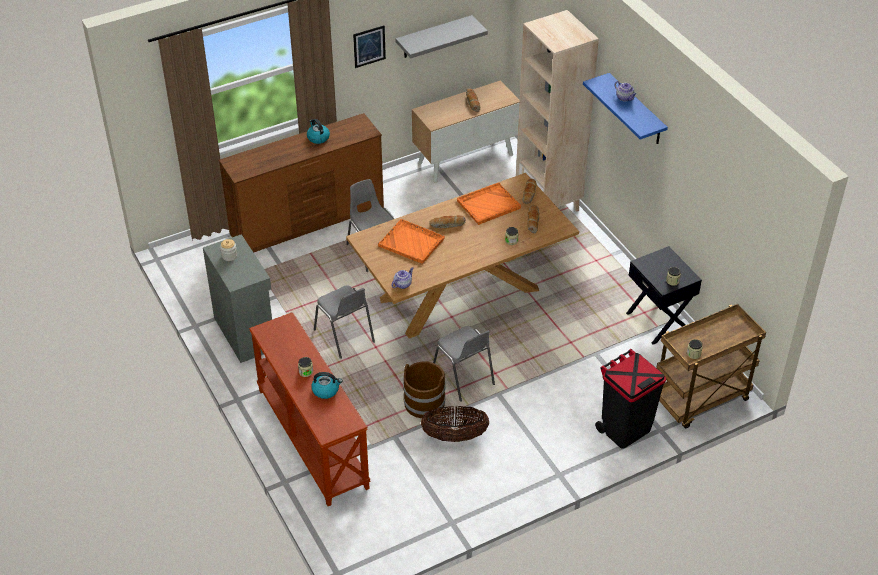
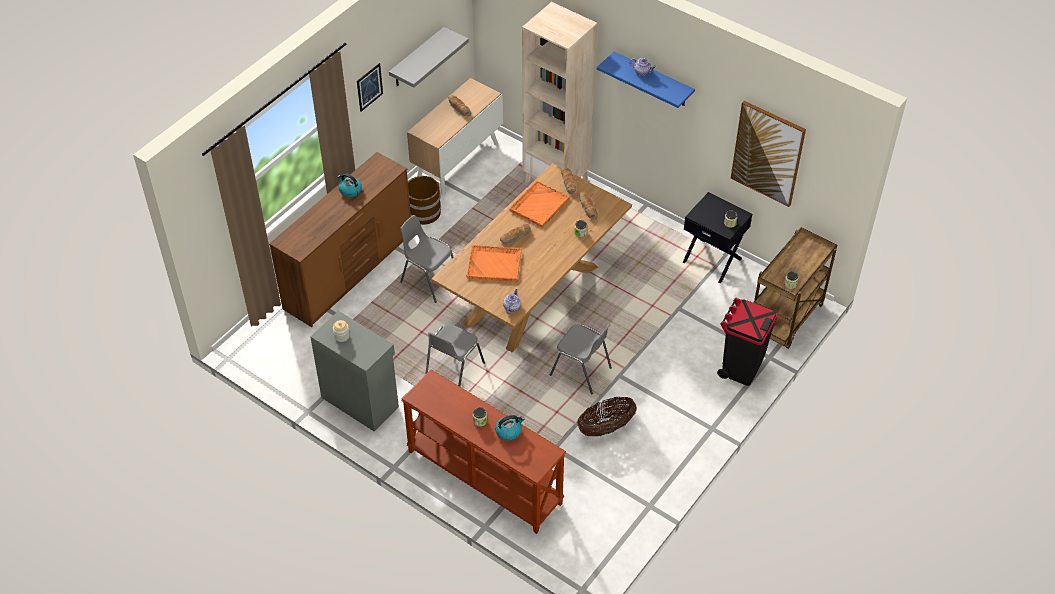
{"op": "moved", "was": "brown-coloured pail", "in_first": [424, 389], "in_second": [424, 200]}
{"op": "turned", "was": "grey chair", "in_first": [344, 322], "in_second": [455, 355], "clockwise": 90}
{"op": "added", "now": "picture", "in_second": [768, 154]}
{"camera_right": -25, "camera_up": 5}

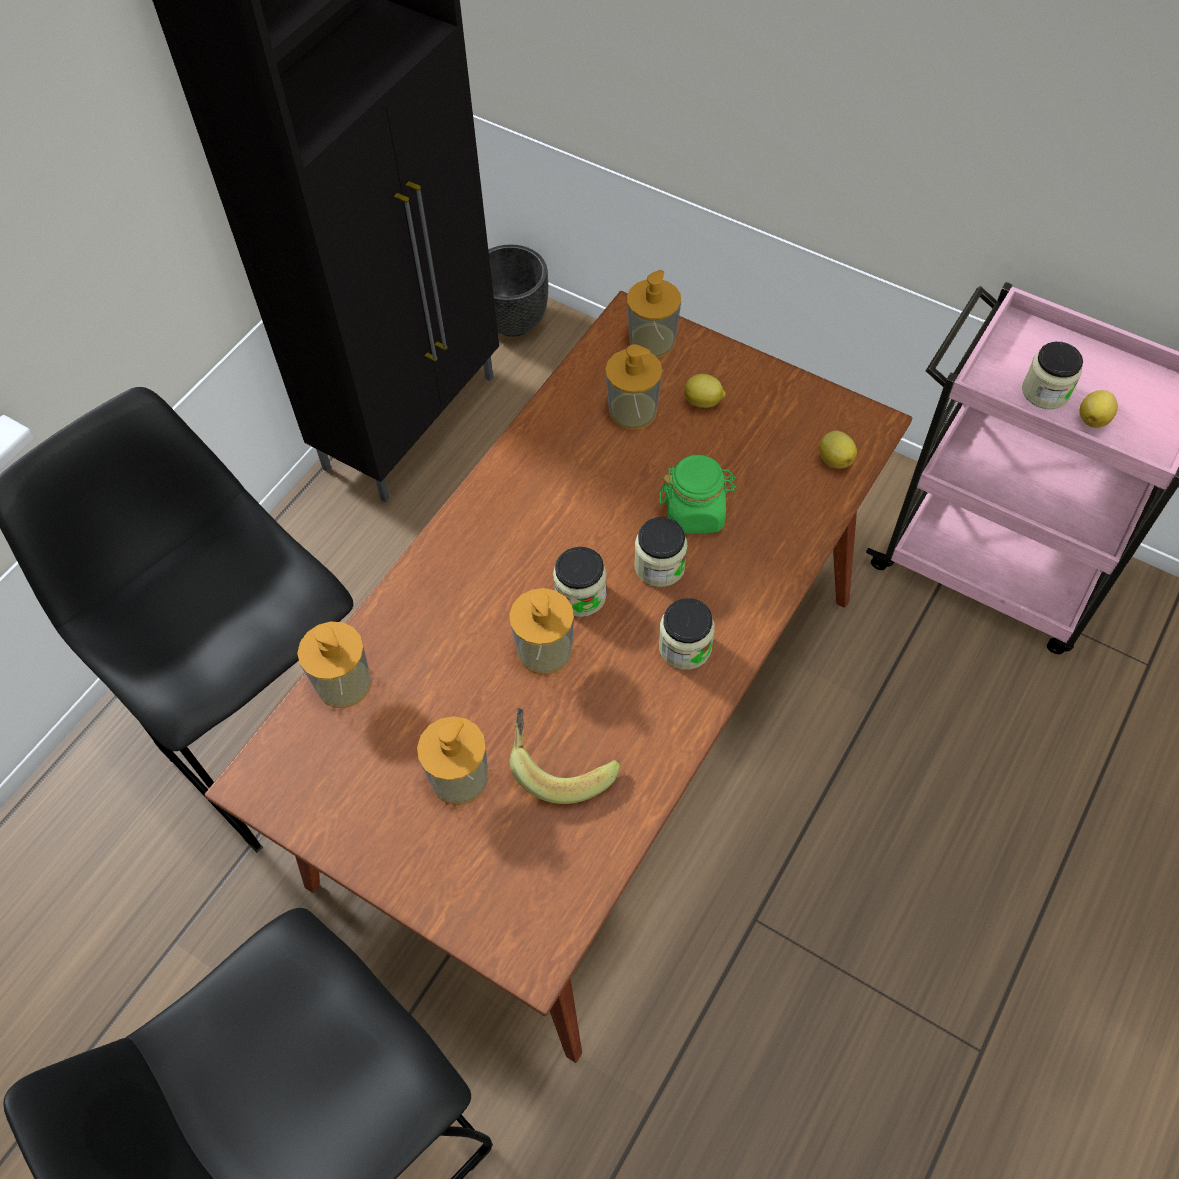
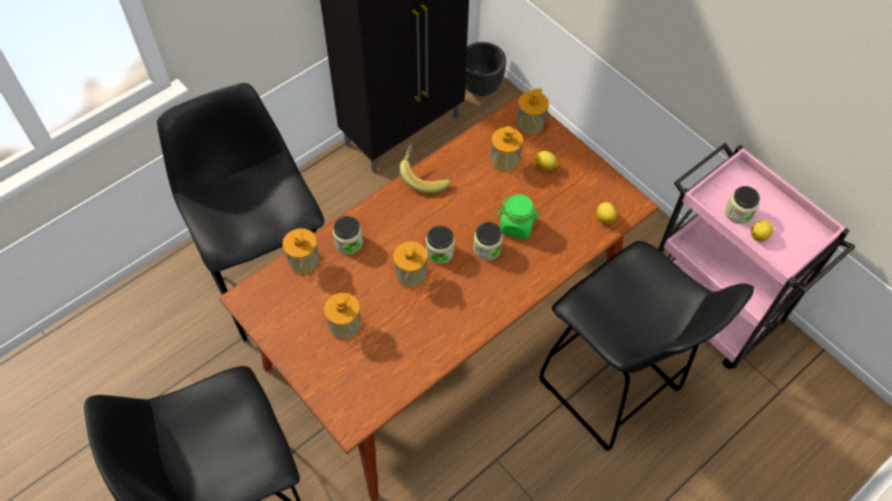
{"op": "moved", "was": "jar", "in_first": [687, 634], "in_second": [348, 235]}
{"op": "moved", "was": "banana fruit", "in_first": [565, 756], "in_second": [425, 168]}
{"op": "added", "now": "black stool", "in_second": [646, 346]}
{"camera_right": 15, "camera_up": 0}

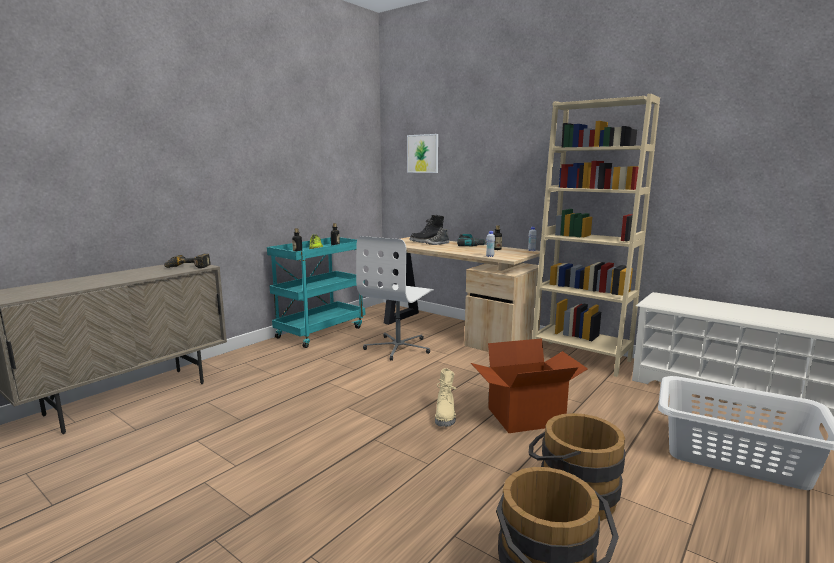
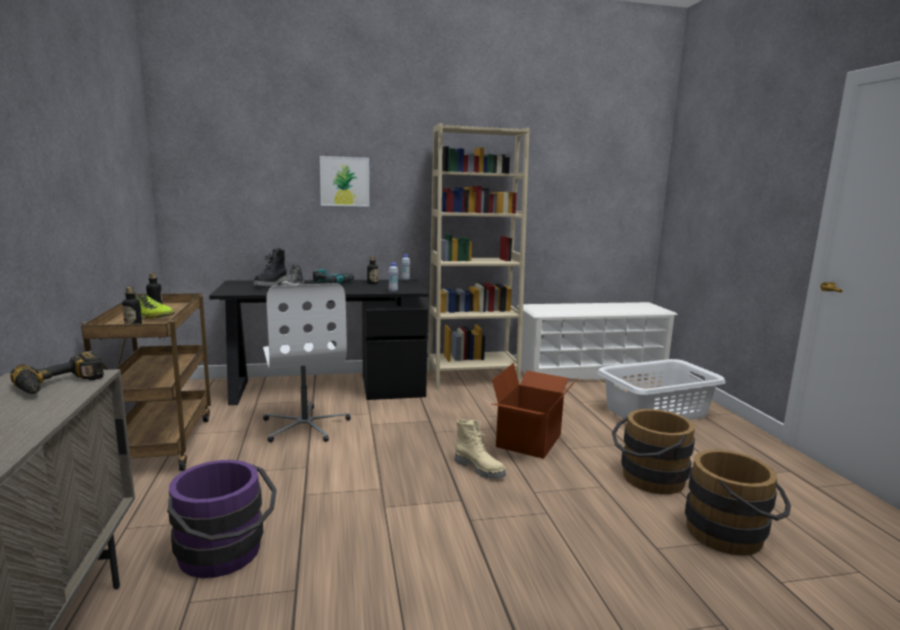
{"op": "recoloured", "was": "turquoise cart", "now": "brown-coloured cart", "in_first": [316, 292], "in_second": [146, 382]}
{"op": "added", "now": "purplish pail", "in_second": [222, 519]}
{"op": "recoloured", "was": "sand-coloured desk unit", "now": "black desk unit", "in_first": [463, 294], "in_second": [319, 342]}
{"op": "moved", "was": "picture", "in_first": [422, 153], "in_second": [344, 181]}
{"camera_right": -50, "camera_up": 0}

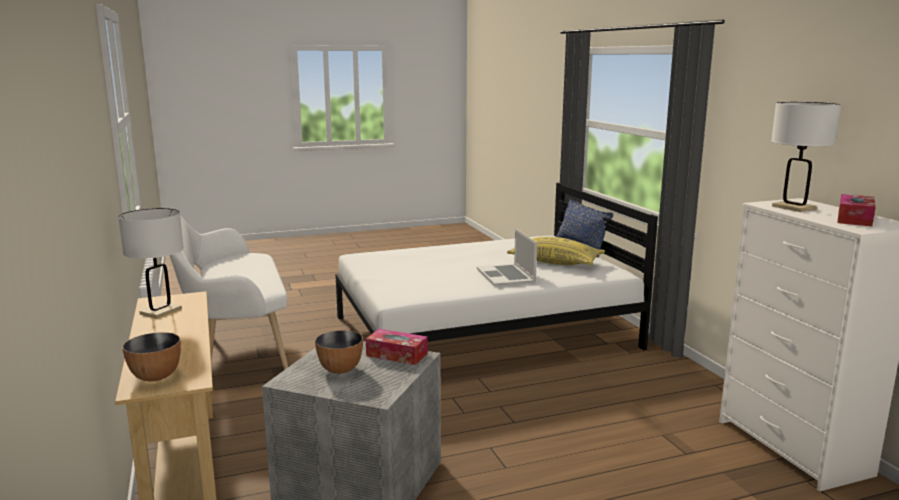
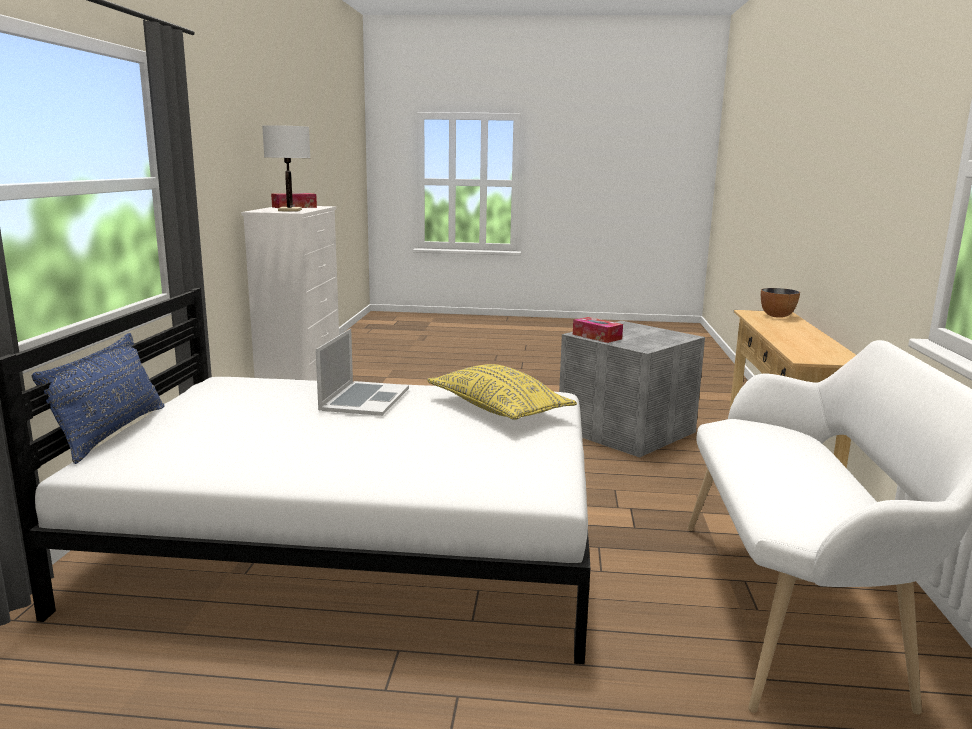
{"op": "moved", "was": "yellow cushion", "in_first": [556, 251], "in_second": [502, 392]}
{"op": "removed", "was": "whitish lamp for a table", "in_first": [151, 263]}
{"op": "removed", "was": "bowl", "in_first": [339, 352]}
{"camera_right": -155, "camera_up": 0}

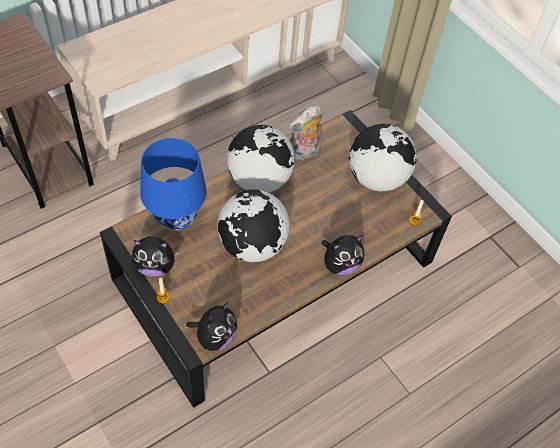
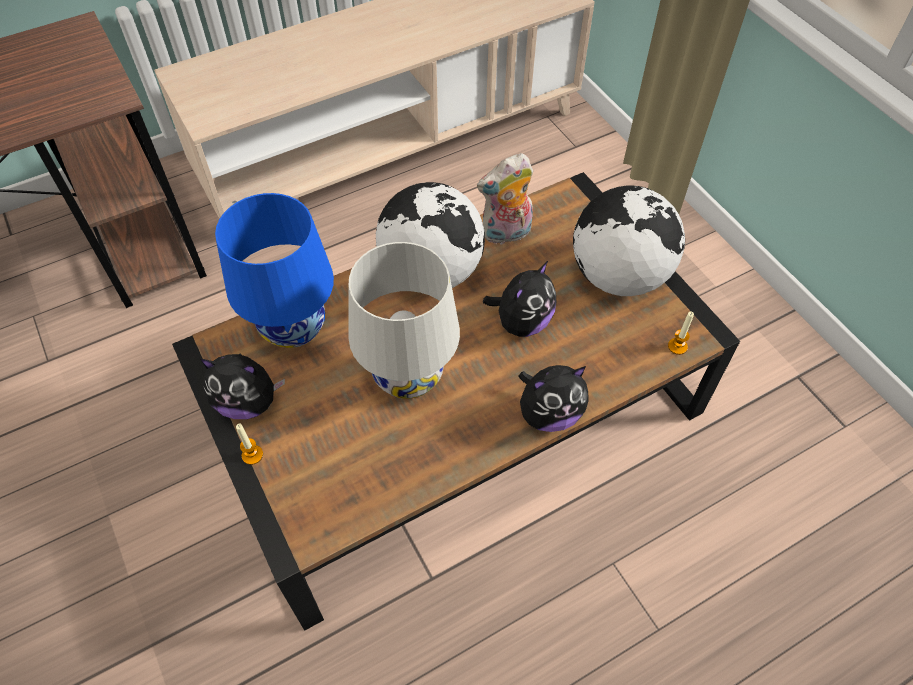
{"op": "replaced", "was": "globe", "now": "whitish lamp for a table", "in_first": [253, 225], "in_second": [404, 320]}
{"op": "moved", "was": "cuddly toy", "in_first": [211, 326], "in_second": [519, 299]}
{"camera_right": 10, "camera_up": 0}

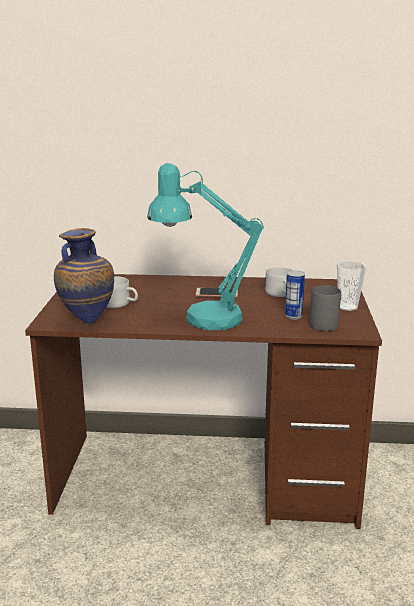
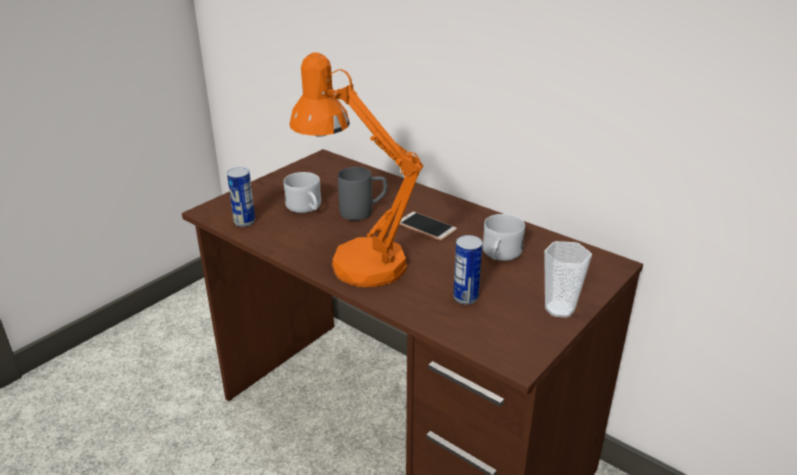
{"op": "replaced", "was": "decorative vase", "now": "metal can", "in_first": [84, 276], "in_second": [241, 197]}
{"op": "recoloured", "was": "turquoise lamp for a table", "now": "orangey lamp for a table", "in_first": [205, 246], "in_second": [356, 169]}
{"op": "moved", "was": "grey tea mug", "in_first": [325, 308], "in_second": [363, 193]}
{"camera_right": 35, "camera_up": 10}

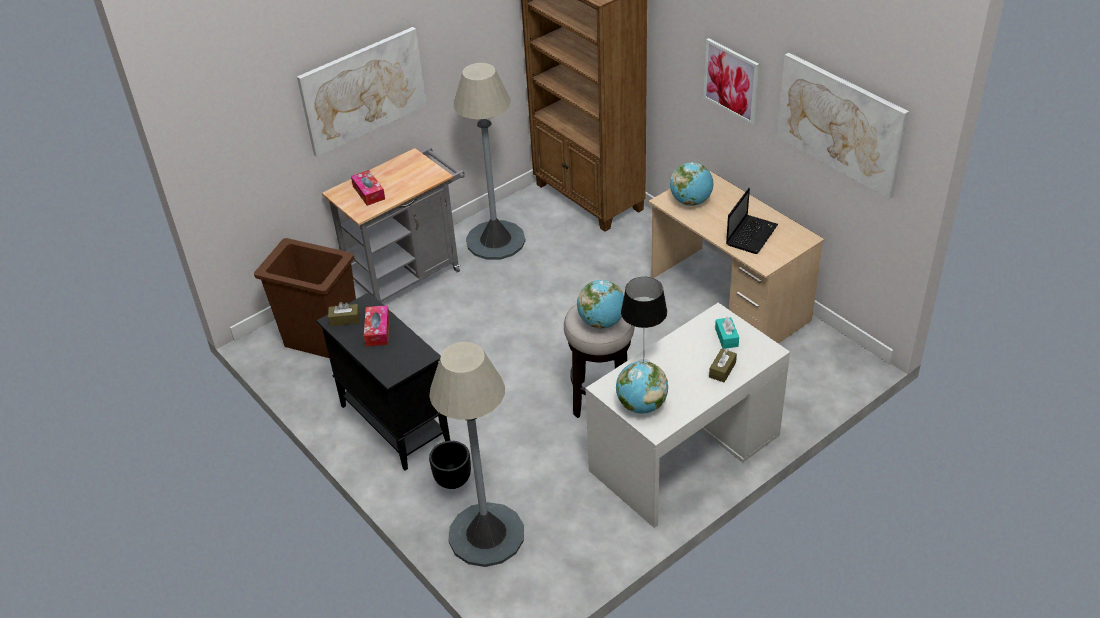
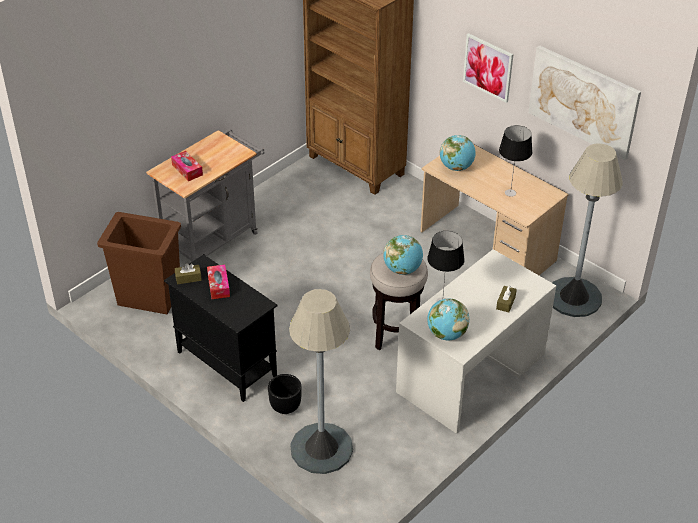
{"op": "replaced", "was": "notebook computer", "now": "lamp for a table", "in_first": [752, 221], "in_second": [515, 161]}
{"op": "moved", "was": "grey standard lamp", "in_first": [490, 161], "in_second": [587, 230]}
{"op": "removed", "was": "picture", "in_first": [361, 92]}
{"op": "removed", "was": "turquoise tissue holder", "in_first": [727, 332]}
{"camera_right": -10, "camera_up": 0}

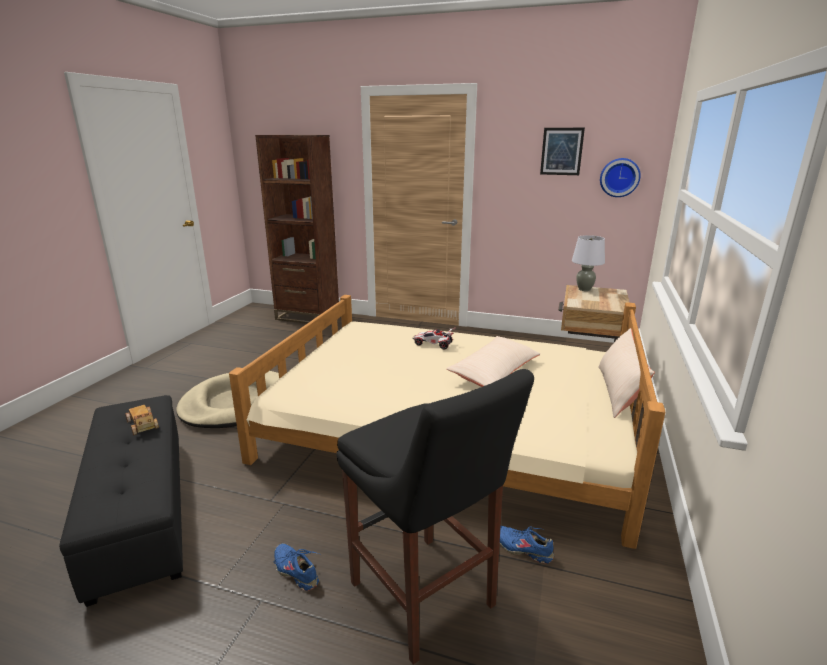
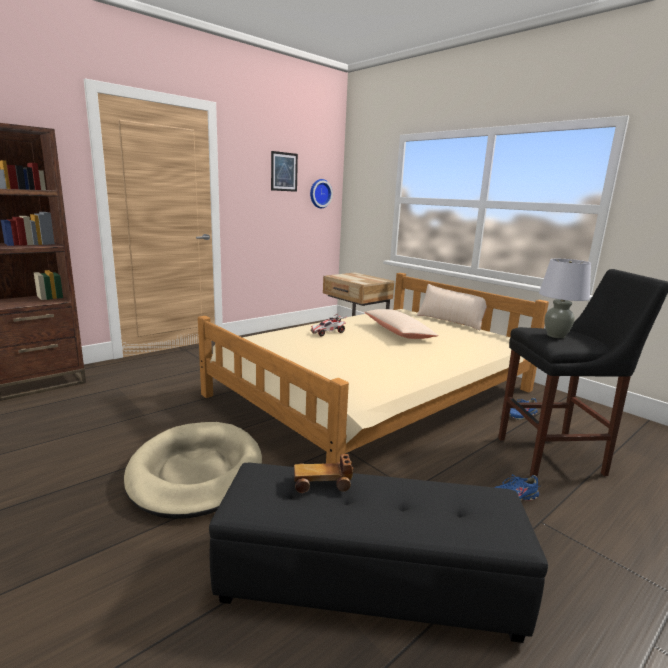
{"op": "moved", "was": "grey lamp for a table", "in_first": [588, 263], "in_second": [565, 298]}
{"camera_right": -60, "camera_up": -5}

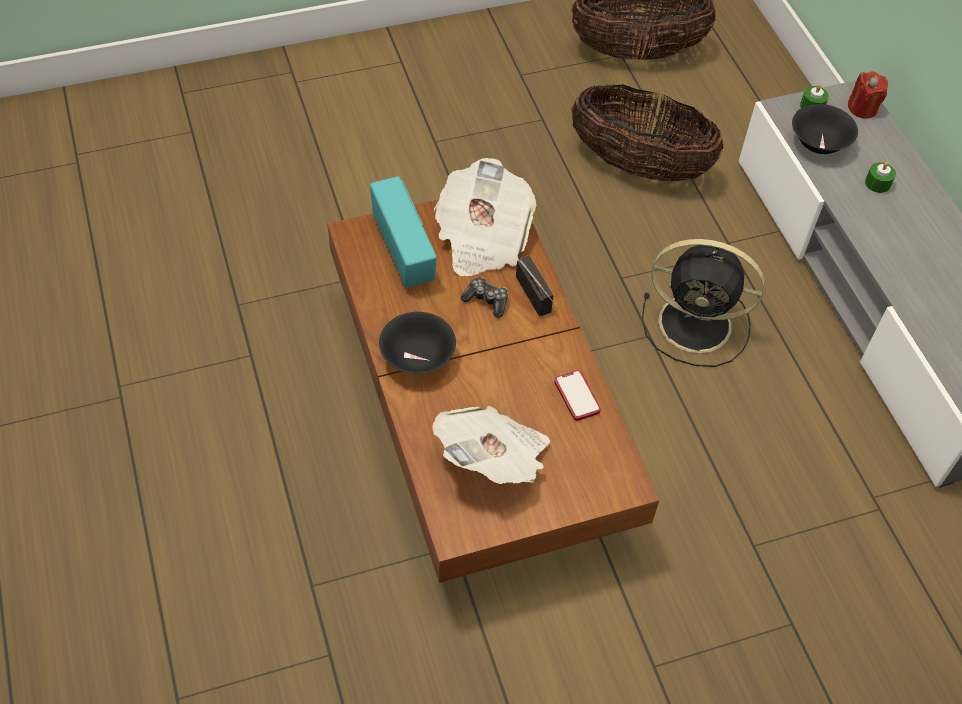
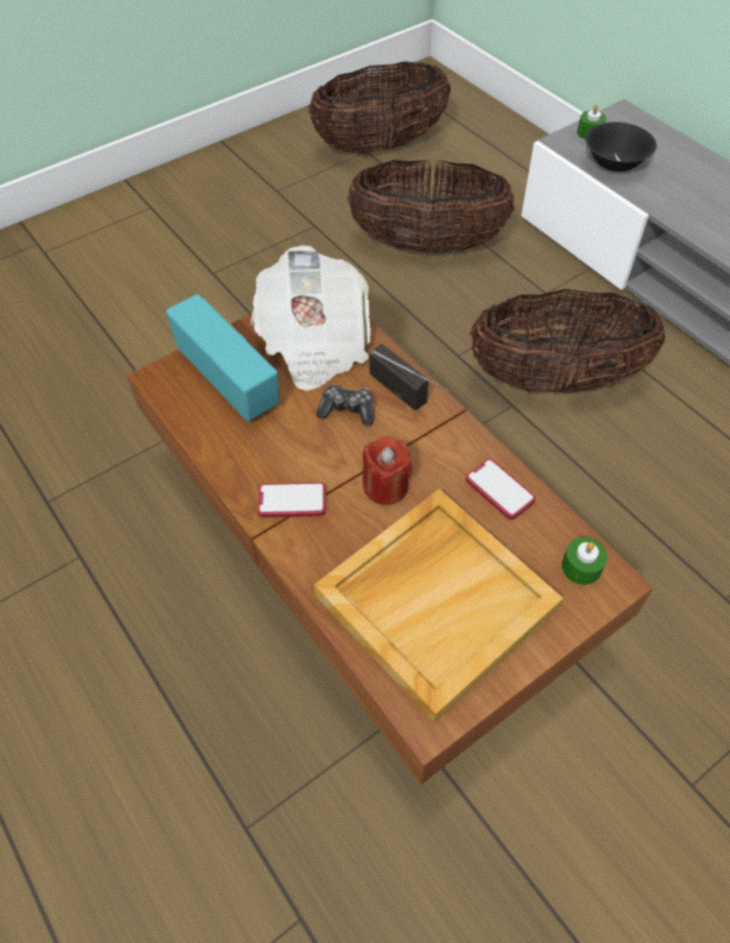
{"op": "replaced", "was": "black bowl", "now": "handset", "in_first": [417, 343], "in_second": [291, 499]}
{"op": "replaced", "was": "daily paper", "now": "sand-coloured tray", "in_first": [491, 445], "in_second": [438, 606]}
{"op": "moved", "was": "reddish wax candle", "in_first": [868, 95], "in_second": [387, 470]}
{"op": "replaced", "was": "black cooling fan", "now": "storage basket", "in_first": [703, 303], "in_second": [567, 341]}
{"op": "moved", "was": "green-coloured wax candle", "in_first": [880, 177], "in_second": [584, 561]}
{"camera_right": -15, "camera_up": 0}

